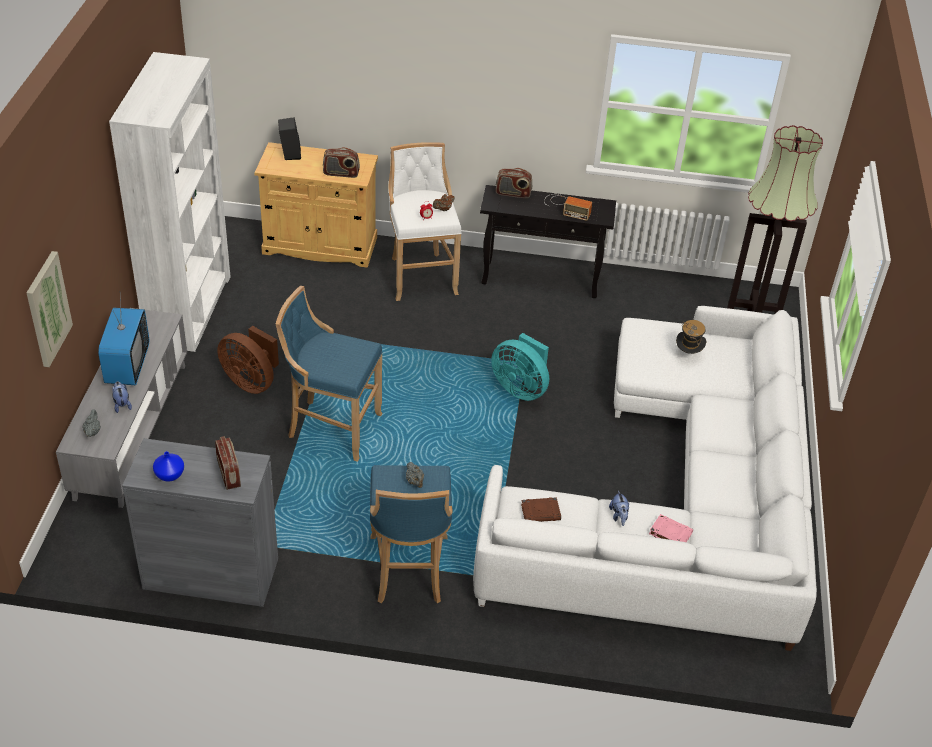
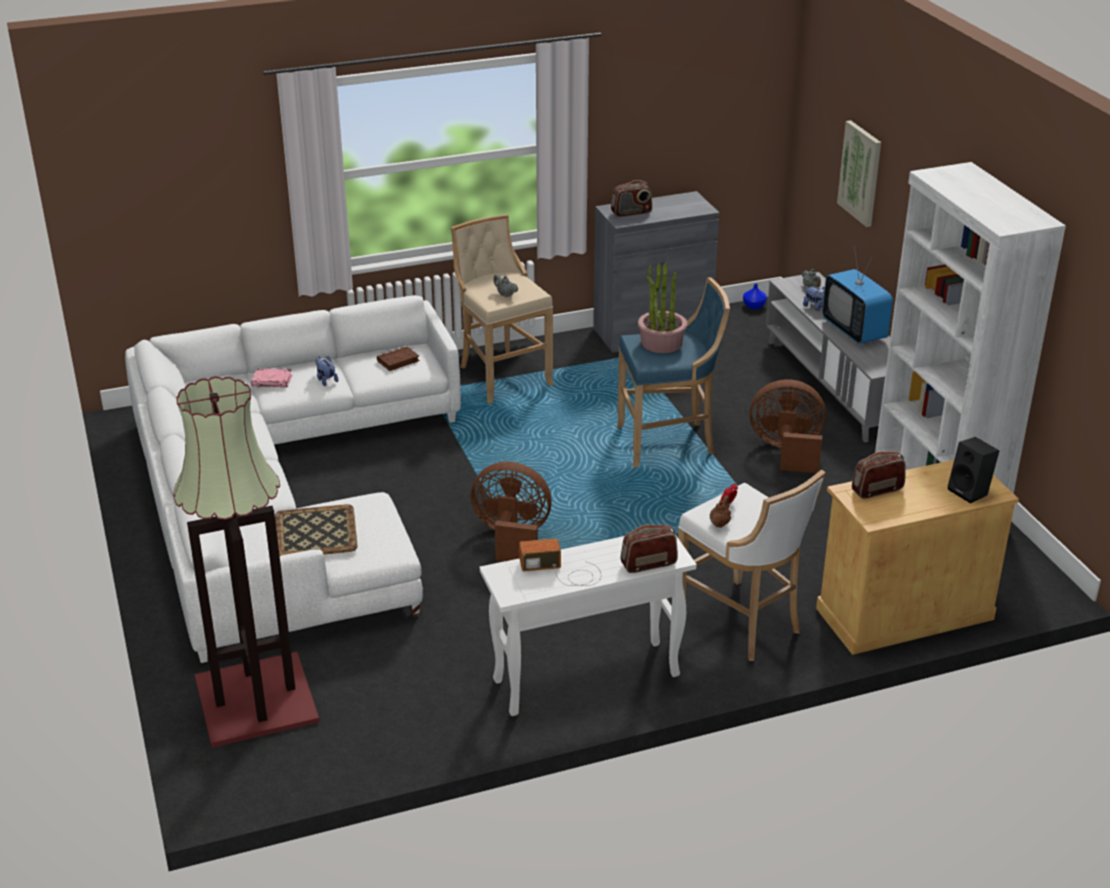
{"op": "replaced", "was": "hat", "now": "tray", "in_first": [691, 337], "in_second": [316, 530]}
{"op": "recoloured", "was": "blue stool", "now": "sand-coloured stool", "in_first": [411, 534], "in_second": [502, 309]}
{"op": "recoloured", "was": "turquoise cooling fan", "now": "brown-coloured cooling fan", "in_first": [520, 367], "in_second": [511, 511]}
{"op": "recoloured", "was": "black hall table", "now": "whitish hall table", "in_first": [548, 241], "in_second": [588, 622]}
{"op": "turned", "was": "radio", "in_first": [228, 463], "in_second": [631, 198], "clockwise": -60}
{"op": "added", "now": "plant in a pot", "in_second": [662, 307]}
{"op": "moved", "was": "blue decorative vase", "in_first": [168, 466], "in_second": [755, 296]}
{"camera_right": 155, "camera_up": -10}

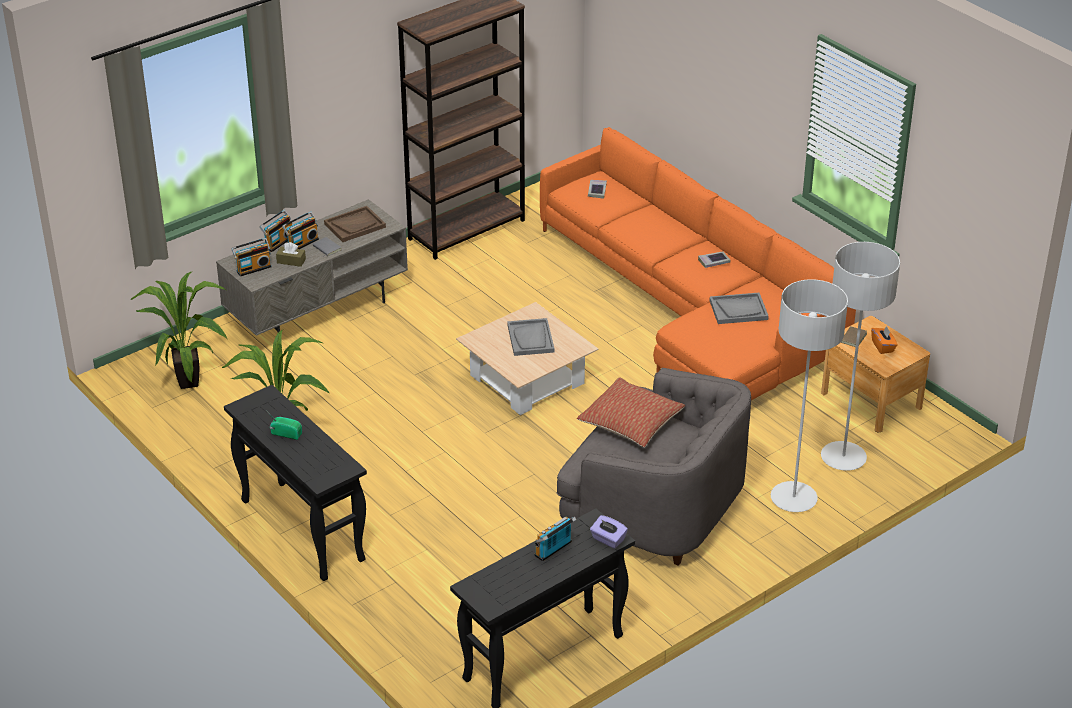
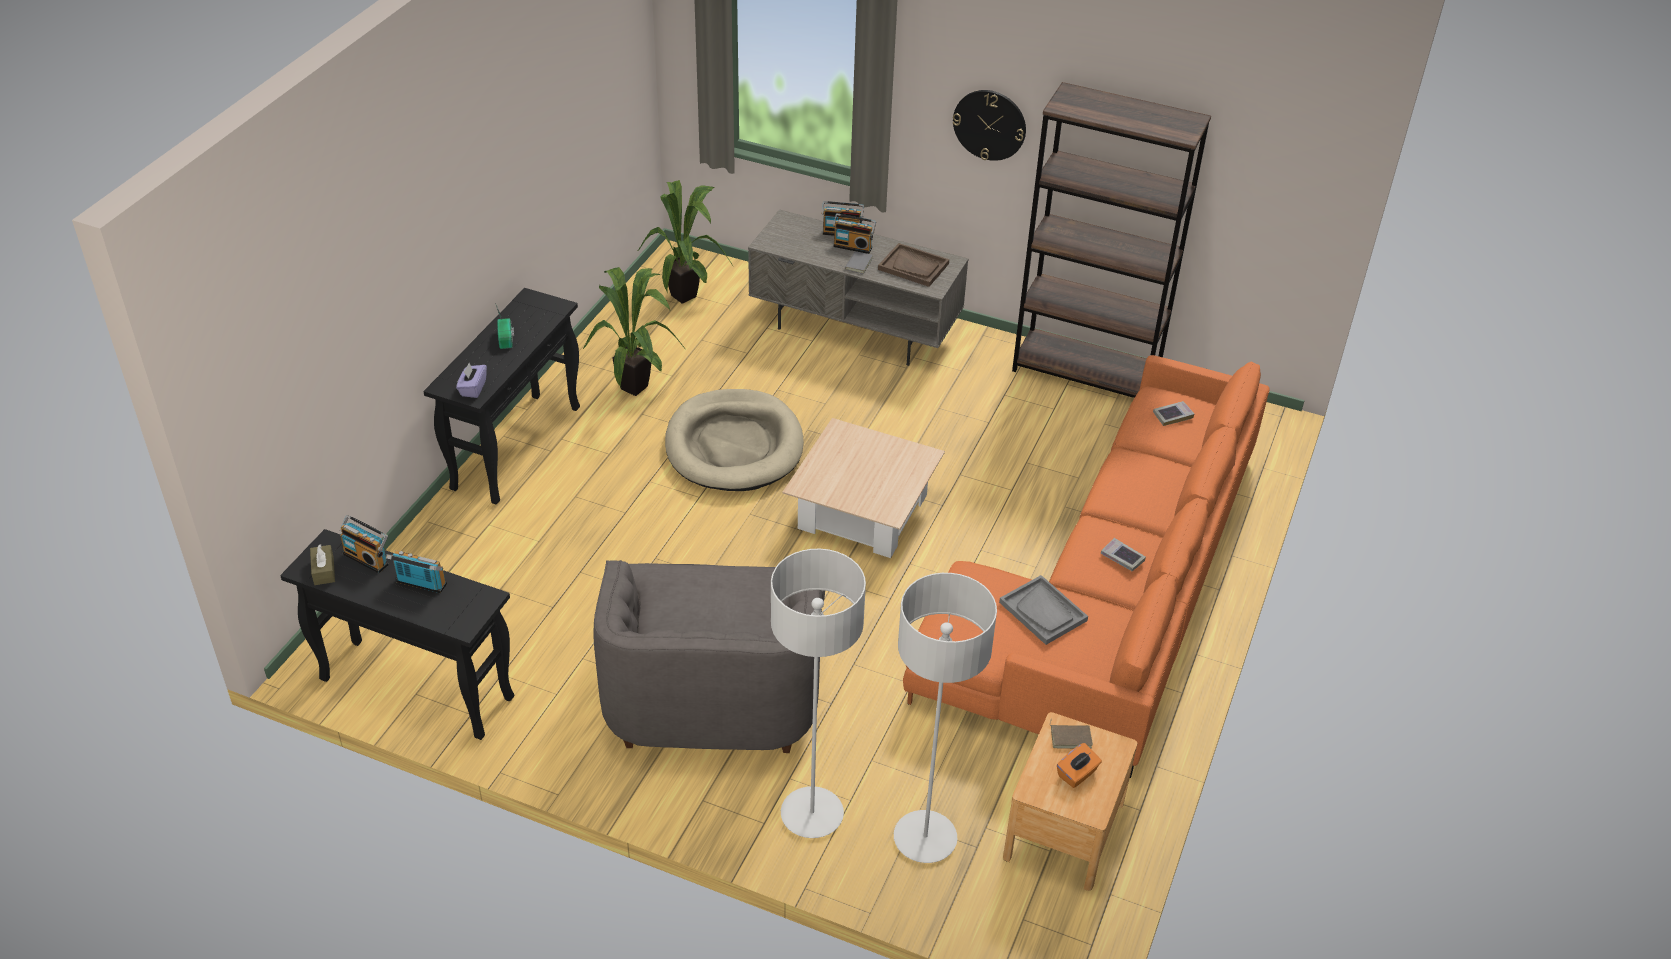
{"op": "moved", "was": "brown-coloured tissue holder", "in_first": [291, 254], "in_second": [322, 564]}
{"op": "moved", "was": "radio", "in_first": [251, 257], "in_second": [364, 544]}
{"op": "moved", "was": "purplish tissue holder", "in_first": [609, 532], "in_second": [471, 380]}
{"op": "added", "now": "sand-coloured dog cushion", "in_second": [734, 440]}
{"op": "added", "now": "clock on the wall", "in_second": [989, 125]}
{"op": "removed", "was": "grey tray", "in_first": [530, 337]}
{"op": "removed", "was": "cushion", "in_first": [631, 412]}
{"camera_right": 60, "camera_up": 5}

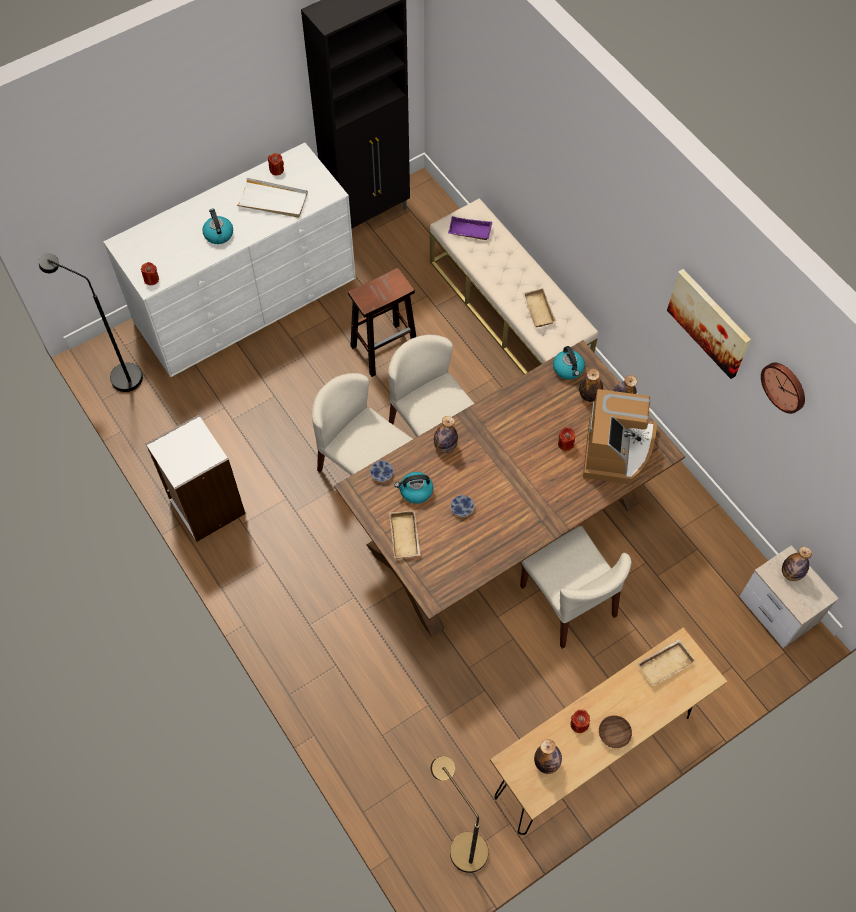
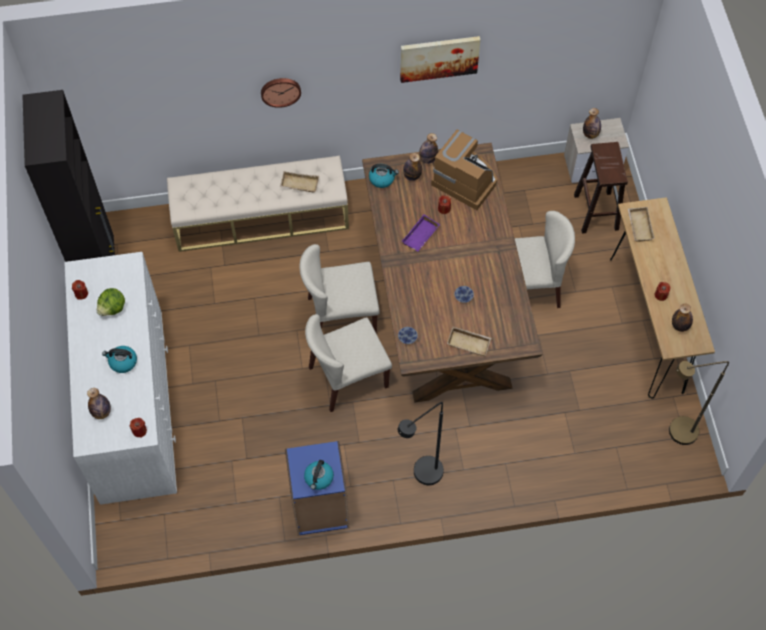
{"op": "moved", "was": "beverage bottle", "in_first": [446, 434], "in_second": [99, 403]}
{"op": "replaced", "was": "whitish tray", "now": "lettuce", "in_first": [272, 198], "in_second": [111, 302]}
{"op": "moved", "was": "clock on the wall", "in_first": [783, 388], "in_second": [281, 93]}
{"op": "recoloured", "was": "whitish bookcase", "now": "blue bookcase", "in_first": [195, 478], "in_second": [317, 488]}
{"op": "moved", "was": "kettle", "in_first": [414, 488], "in_second": [319, 475]}
{"op": "moved", "was": "black standard lamp", "in_first": [91, 322], "in_second": [421, 443]}
{"op": "moved", "was": "purplish tray", "in_first": [470, 228], "in_second": [421, 233]}
{"op": "moved", "was": "brown-coloured stool", "in_first": [382, 322], "in_second": [601, 188]}
{"op": "removed", "was": "brown-coloured bowl", "in_first": [615, 731]}
{"camera_right": -65, "camera_up": 0}

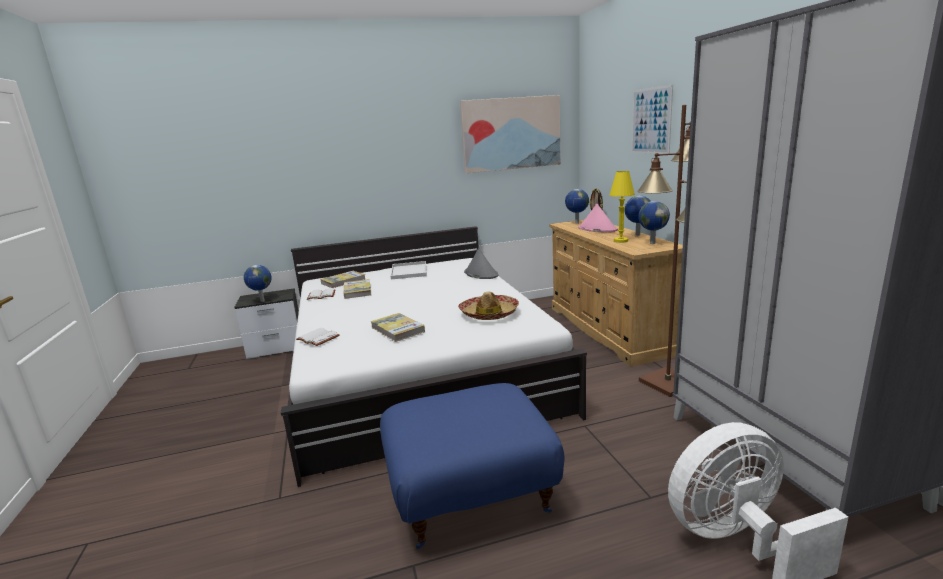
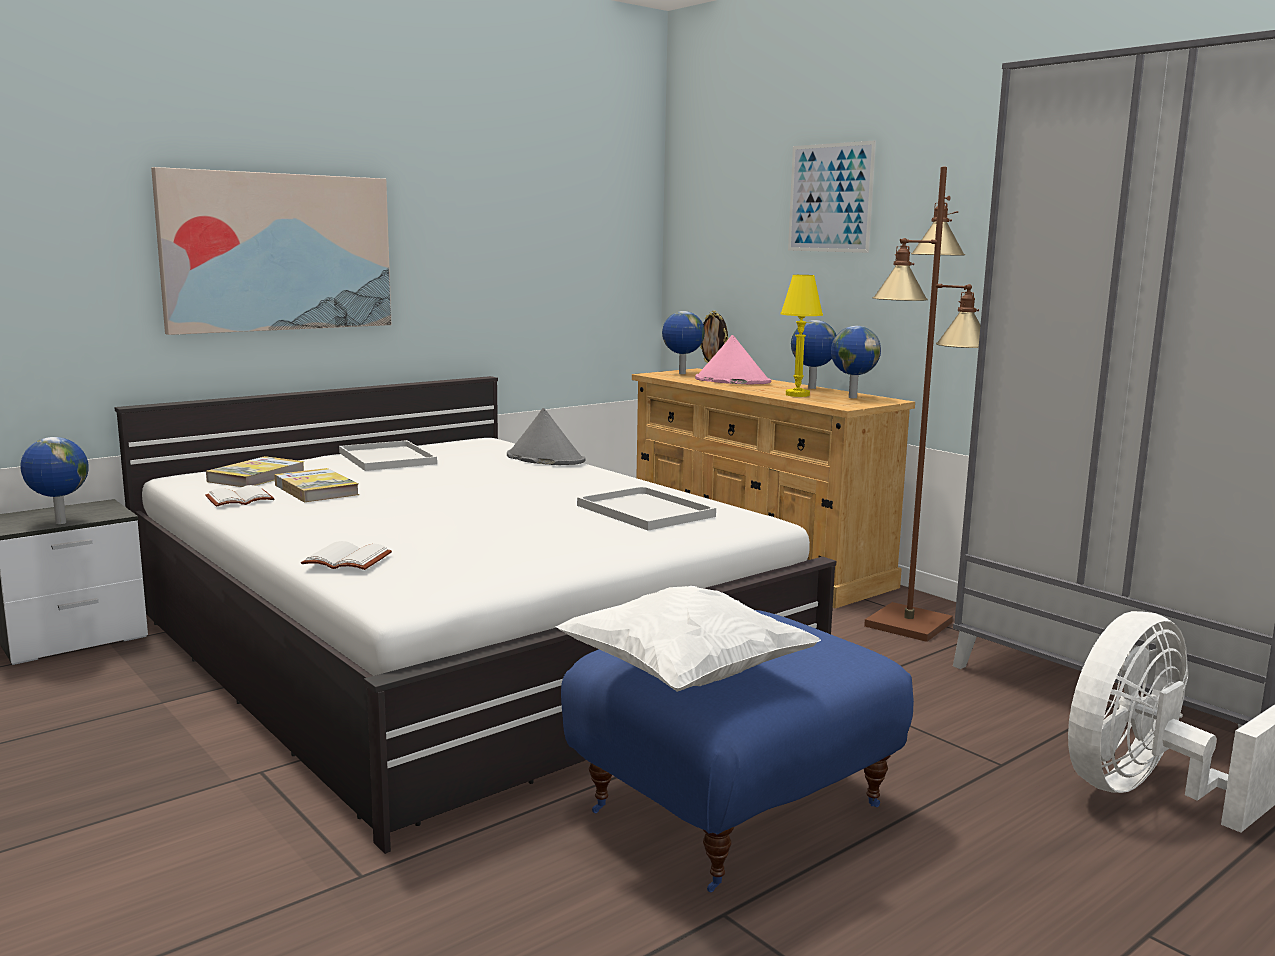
{"op": "moved", "was": "picture", "in_first": [510, 134], "in_second": [271, 251]}
{"op": "added", "now": "whitish cushion", "in_second": [688, 639]}
{"op": "replaced", "was": "hat", "now": "whitish tray", "in_first": [488, 305], "in_second": [646, 508]}
{"op": "removed", "was": "bound book", "in_first": [398, 327]}
{"camera_right": -25, "camera_up": -5}

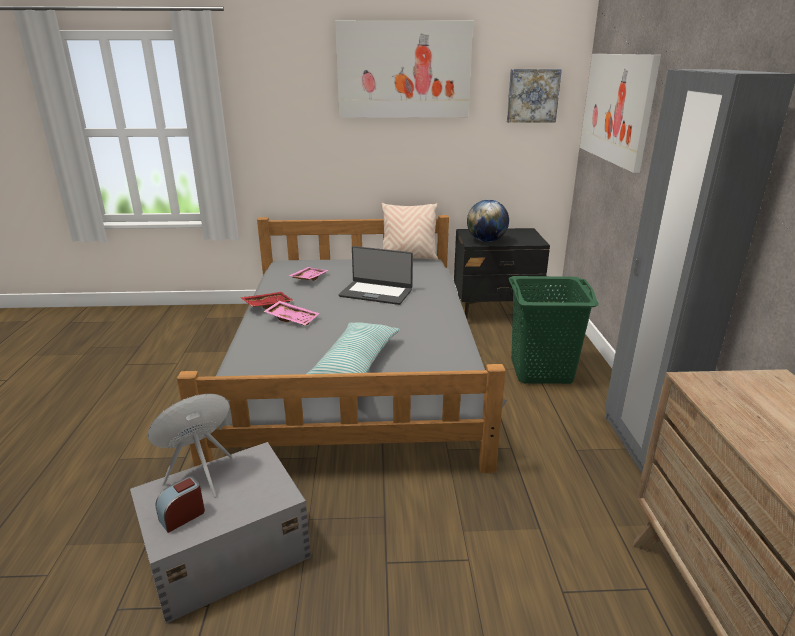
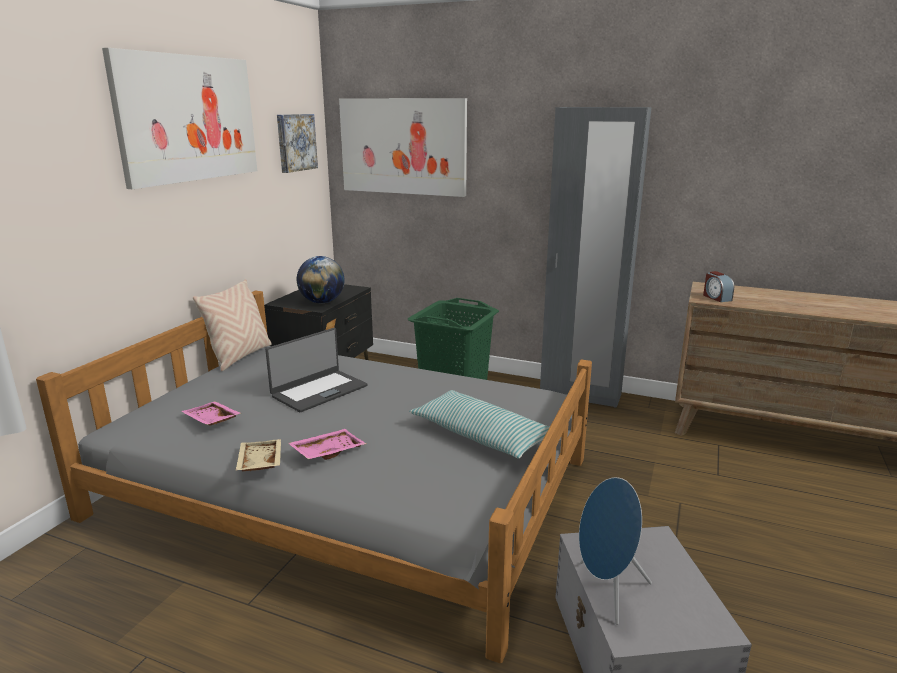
{"op": "recoloured", "was": "reddish tray", "now": "sand-coloured tray", "in_first": [267, 300], "in_second": [258, 455]}
{"op": "moved", "was": "bedside clock", "in_first": [180, 504], "in_second": [718, 286]}
{"camera_right": -65, "camera_up": -5}

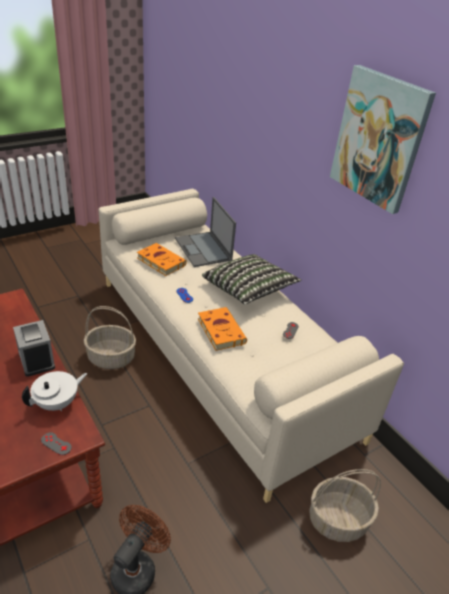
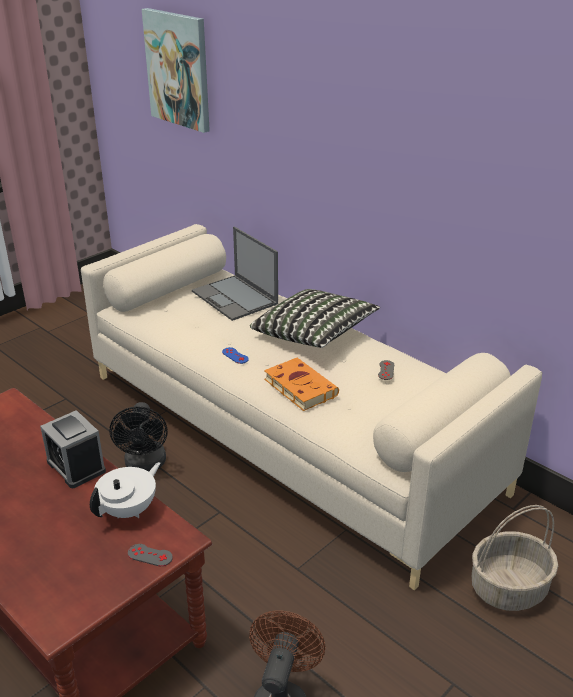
{"op": "replaced", "was": "storage basket", "now": "black cooling fan", "in_first": [109, 337], "in_second": [138, 437]}
{"op": "moved", "was": "picture", "in_first": [383, 139], "in_second": [176, 70]}
{"op": "removed", "was": "orangey bound book", "in_first": [162, 259]}
{"camera_right": -10, "camera_up": -5}

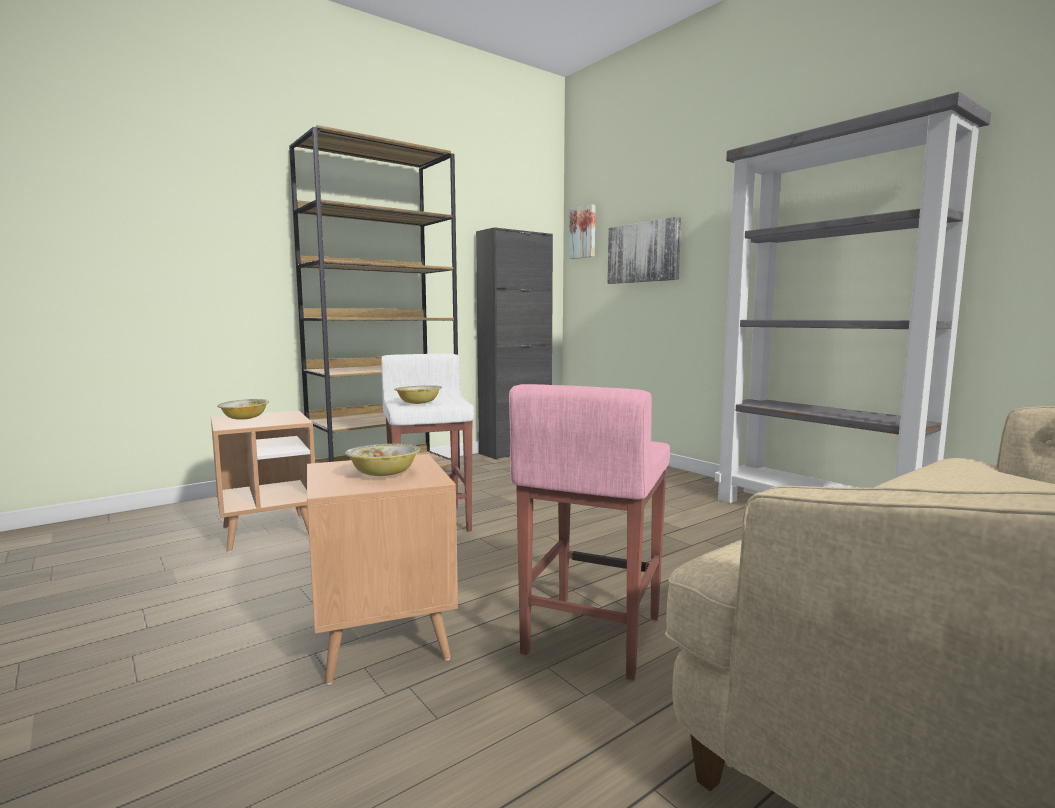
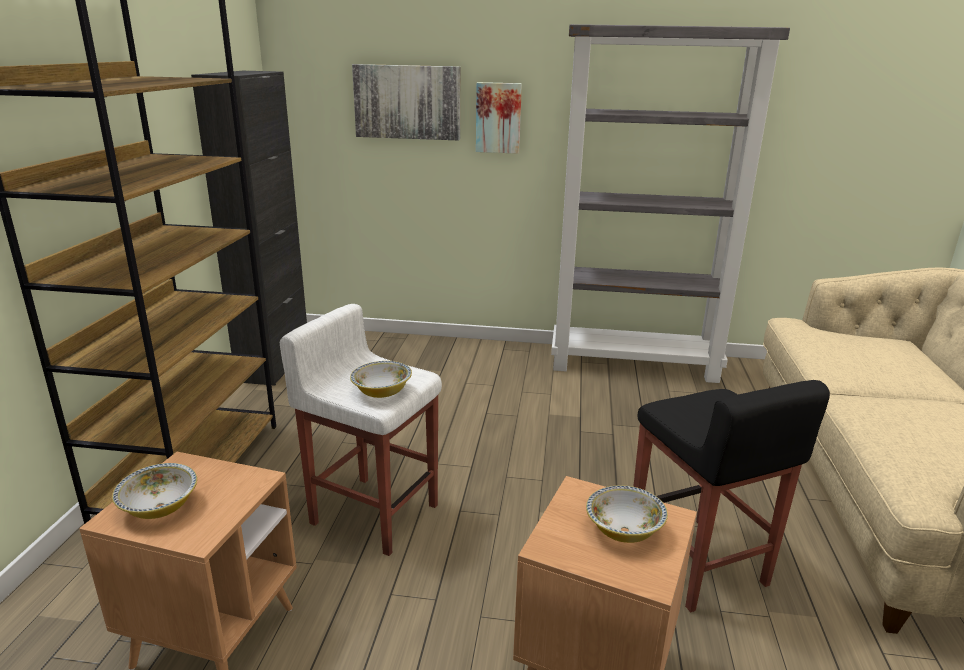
{"op": "moved", "was": "picture", "in_first": [582, 231], "in_second": [499, 118]}
{"op": "recoloured", "was": "pinkish stool", "now": "black stool", "in_first": [589, 532], "in_second": [731, 496]}
{"camera_right": -45, "camera_up": 15}

